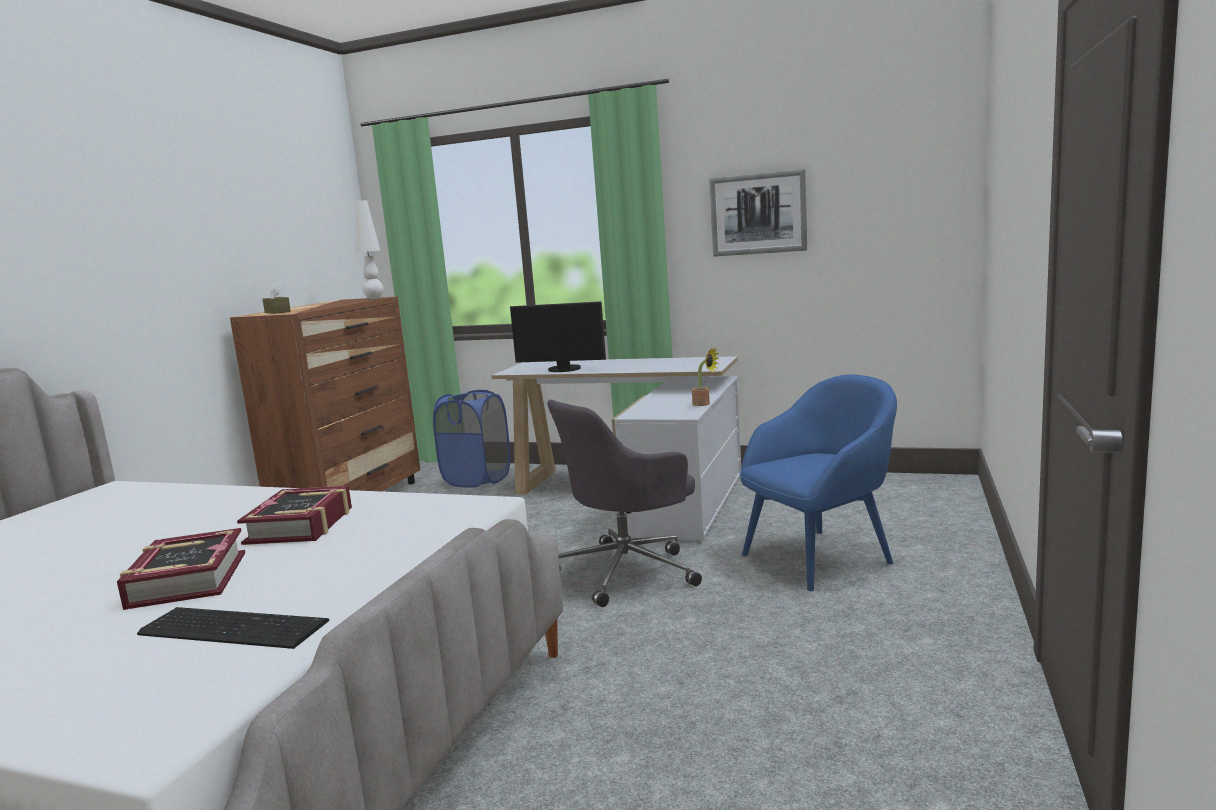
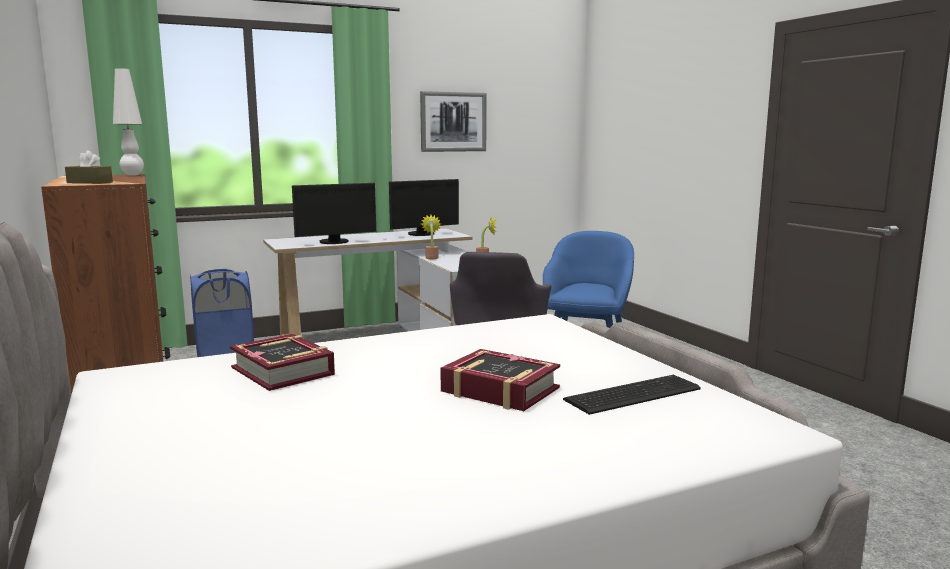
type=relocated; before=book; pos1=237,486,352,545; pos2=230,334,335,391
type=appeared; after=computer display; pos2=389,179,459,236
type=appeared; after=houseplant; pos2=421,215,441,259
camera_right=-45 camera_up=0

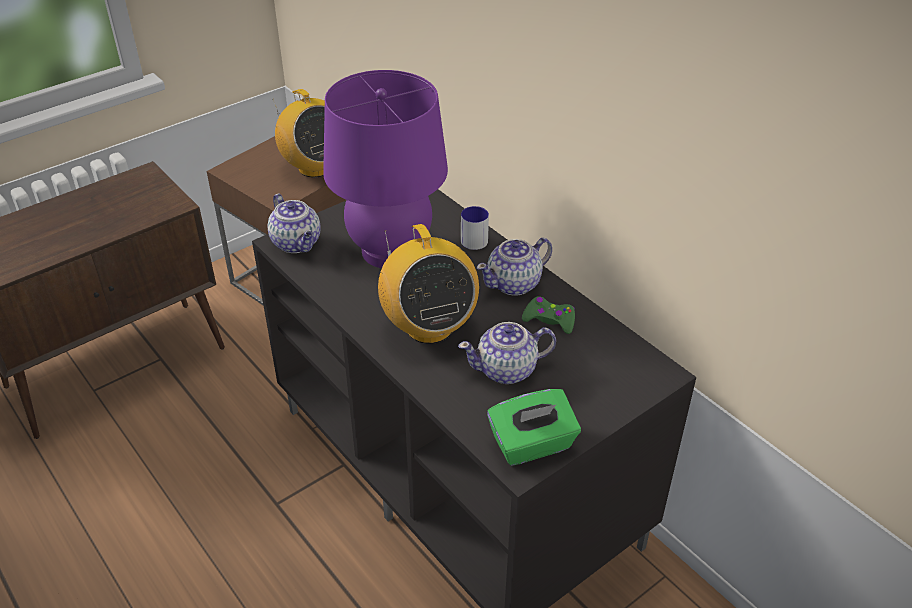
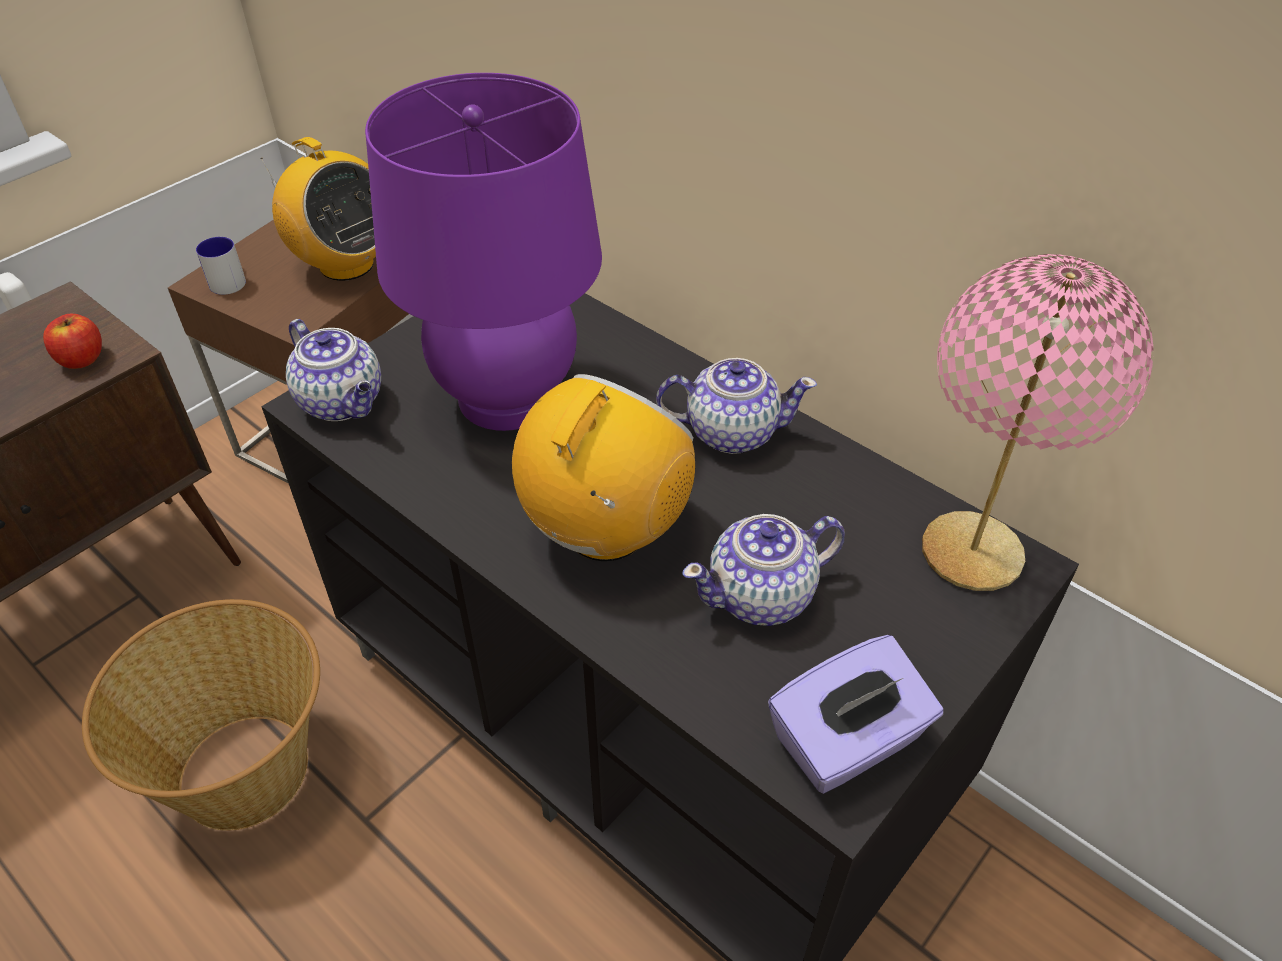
type=appeared; after=whole apple; pos2=43,314,102,369
type=appeared; after=storage basket; pos2=82,599,320,831
type=relocated; before=mug; pos1=461,206,489,250; pos2=196,237,246,295
type=spun; before=radio set; pos1=378,224,479,344; pos2=512,374,695,561; turn=-120
type=spun; before=teapot; pos1=477,238,552,296; pos2=656,358,817,454; turn=-135
type=colour; before=greenish box of tissues; after=purplish box of tissues; pos1=487,389,581,466; pos2=768,635,943,794
type=appeared; after=pink table lamp; pos2=922,254,1153,591
type=missing; before=greenish game controller; pos1=522,296,575,334
camera_right=-10 camera_up=5

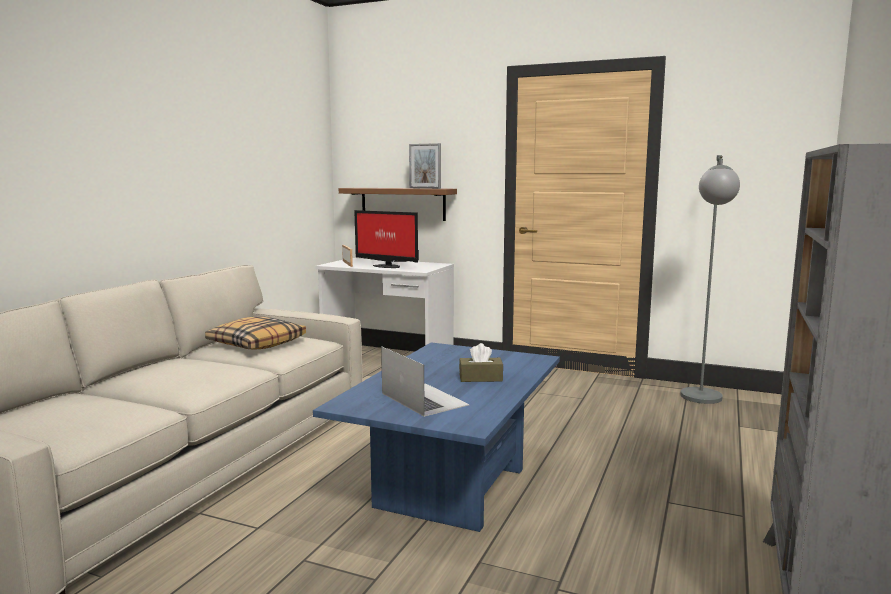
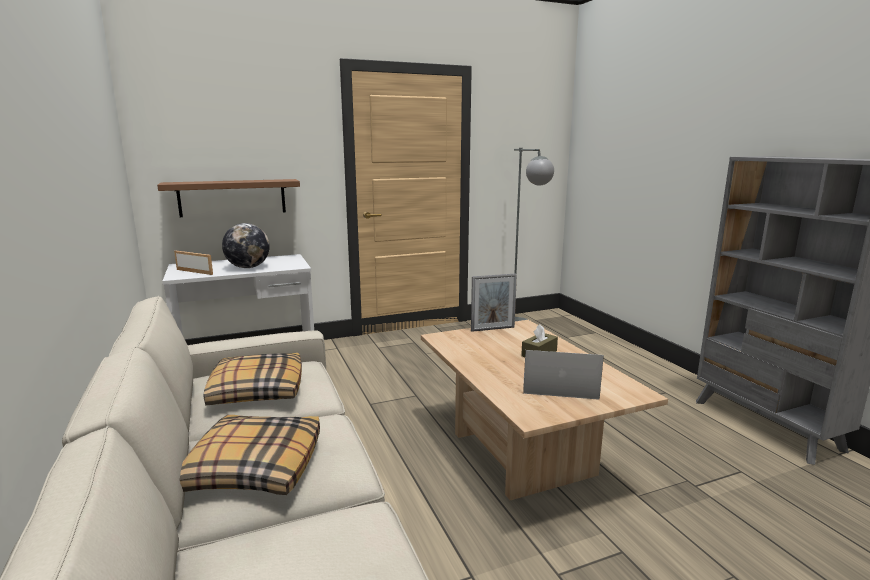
type=appeared; after=throw pillow; pos2=179,415,320,495
type=exchanged; before=computer display; after=desk globe; pos1=354,210,419,268; pos2=222,223,270,268
type=colour; before=blue low table; after=beige-coloured low table; pos1=313,343,560,532; pos2=421,320,668,500
type=relocated; before=picture frame; pos1=409,143,441,189; pos2=471,274,517,332
camera_right=-45 camera_up=5

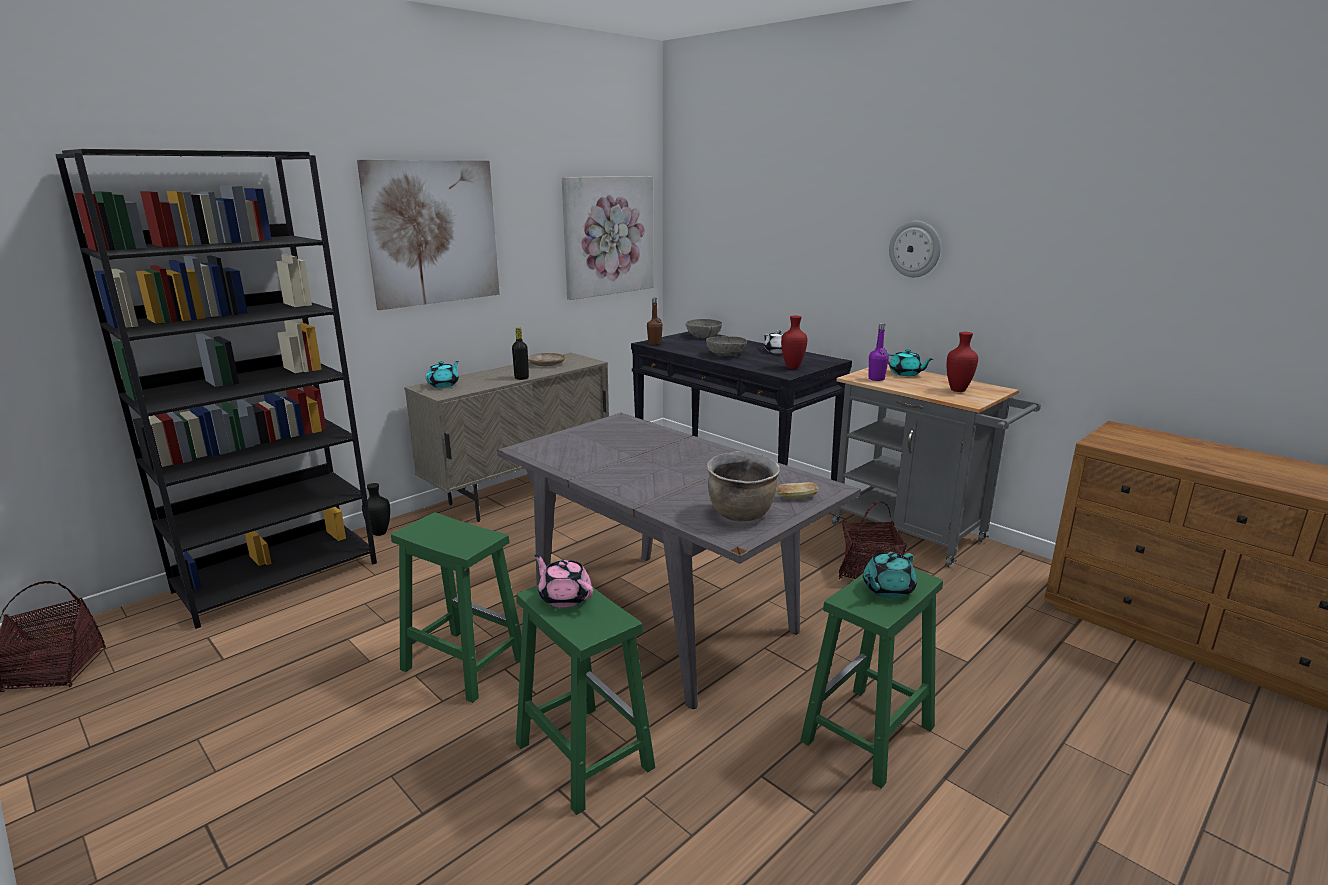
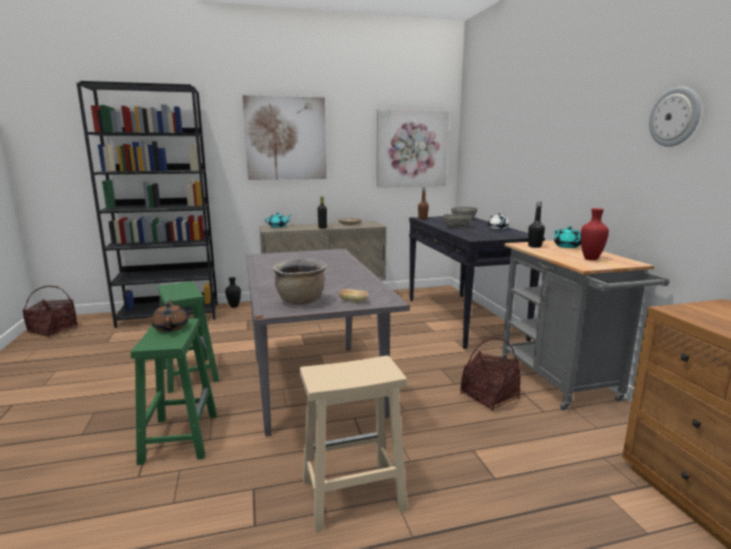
type=colour; before=pink teapot; after=brownish teapot; pos1=534,555,593,608; pos2=152,300,188,332
type=colour; before=greenish stool seat; after=beige-coloured stool seat; pos1=800,569,943,789; pos2=300,356,408,532
type=colour; before=purplish beverage bottle; after=blackish beverage bottle; pos1=869,323,889,381; pos2=528,201,545,248
type=relocated; before=clock on the wall; pos1=889,221,941,277; pos2=649,86,701,147
type=missing; before=reddish vase; pos1=781,315,807,369
type=missing; before=turquoise teapot; pos1=863,552,917,599
camera_right=30 camera_up=-5

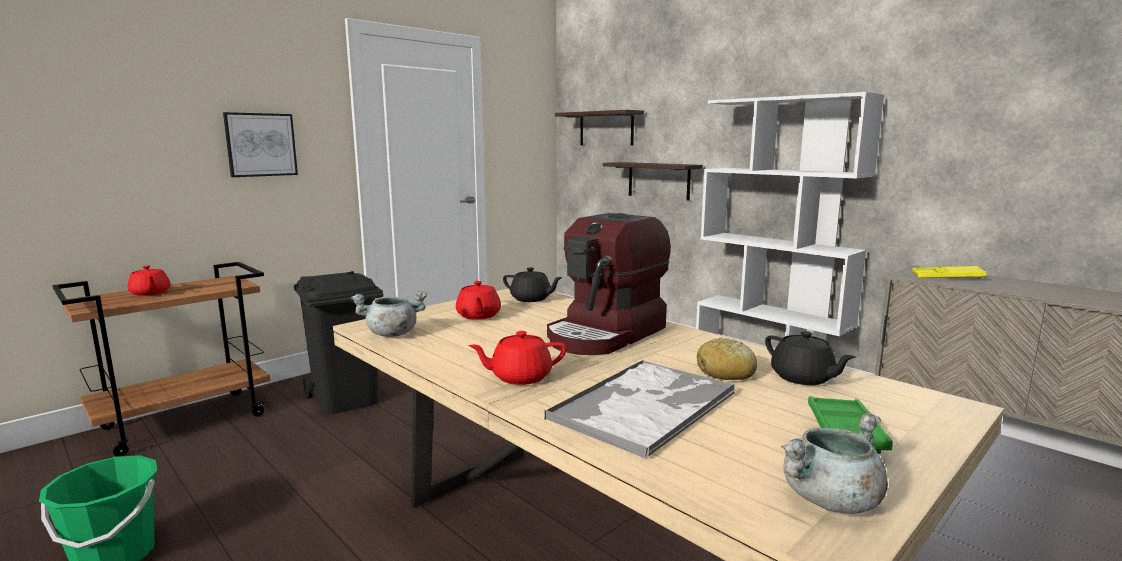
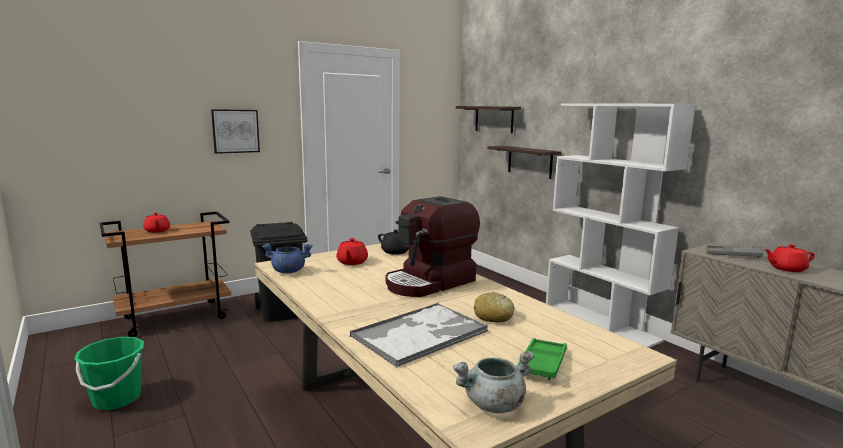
type=colour; before=gray saucepot; after=blue saucepot; pos1=351,291,427,337; pos2=262,244,313,273
type=colour; before=yellow serving tray; after=gray serving tray; pos1=912,266,987,278; pos2=706,245,763,258
type=relocated; before=reddish teapot; pos1=468,331,566,385; pos2=765,244,815,272
type=missing; before=blackish teapot; pos1=765,331,856,385
camera_right=10 camera_up=0

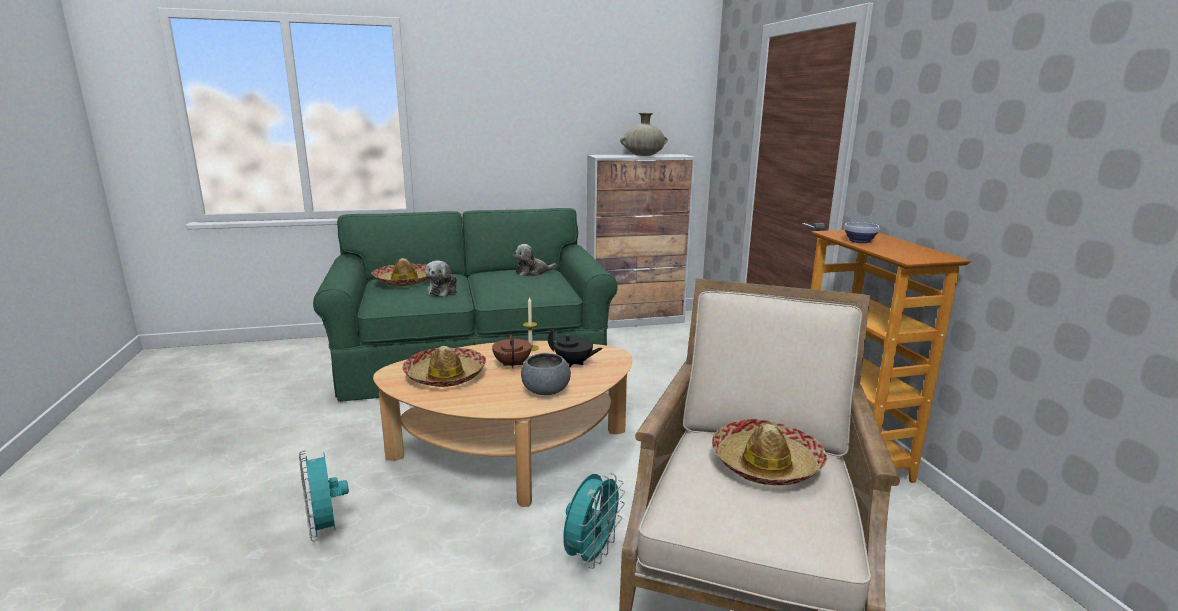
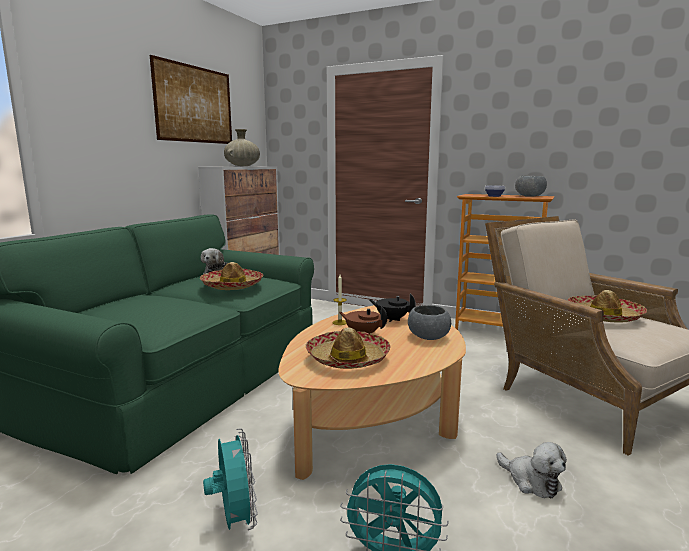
type=appeared; after=wall art; pos2=150,55,232,144
type=relocated; before=clothing hat; pos1=371,258,431,286; pos2=200,262,263,290
type=relocated; before=turquoise cooling fan; pos1=563,473,625,569; pos2=203,428,258,530
type=spun; before=blackish teapot; pos1=548,329,603,367; pos2=369,293,416,322; turn=-120
type=relocated; before=cuddly toy; pos1=425,260,457,297; pos2=496,442,567,498
type=appeared; after=gray deep dish; pos2=515,176,547,197
camera_right=-50 camera_up=-5

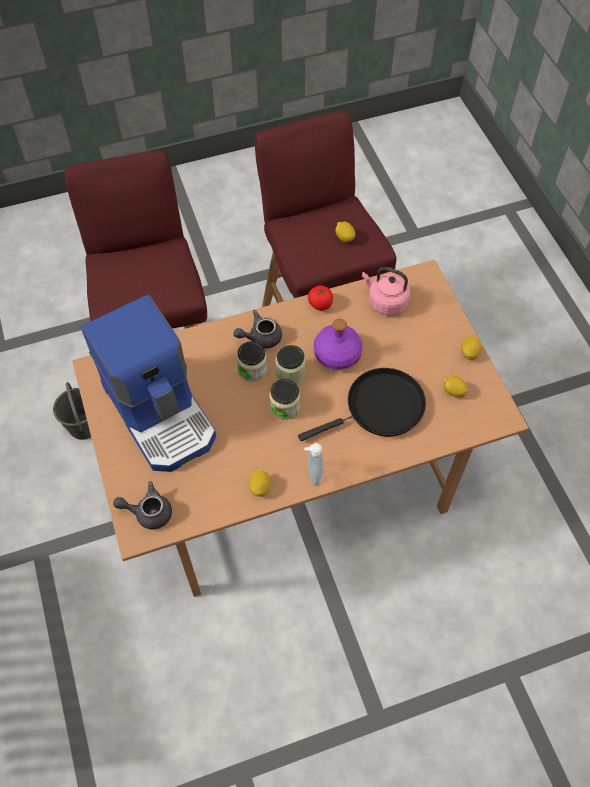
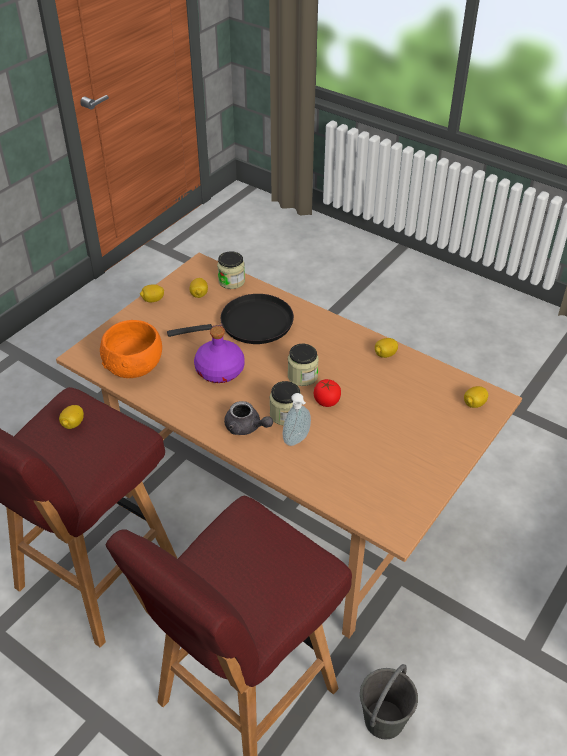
type=exchanged; before=pink water kettle; after=orange-coloured deep dish; pos1=362,267,411,315; pos2=100,320,162,378
type=spun; before=blackish frying pan; pos1=298,368,426,441; pos2=167,294,294,344; turn=135
type=relocated; before=jar; pos1=275,345,306,384; pos2=217,251,245,289
type=relocated; before=soap bottle; pos1=304,443,323,486; pos2=283,393,311,446
type=relocated; before=fresh tomato; pos1=308,285,333,310; pos2=314,379,341,407
type=exchanged; before=gray teapot; after=lemon; pos1=113,481,172,529; pos2=464,386,488,408
type=missing; before=coffee brewer; pos1=81,294,216,472
camera_right=-125 camera_up=-15

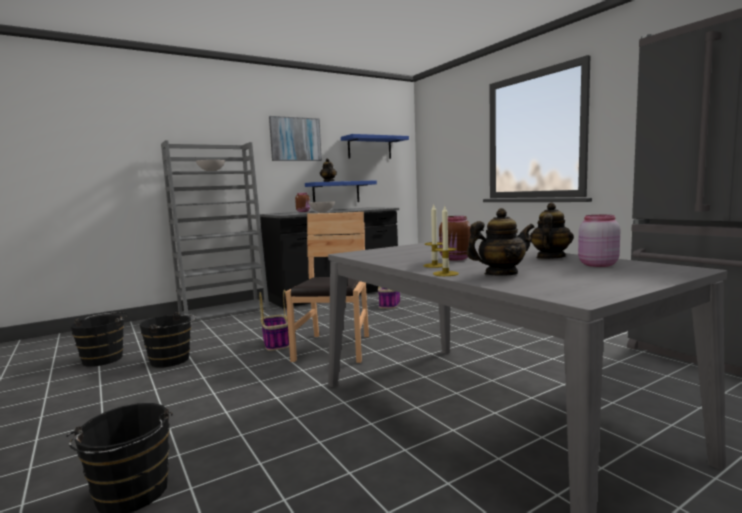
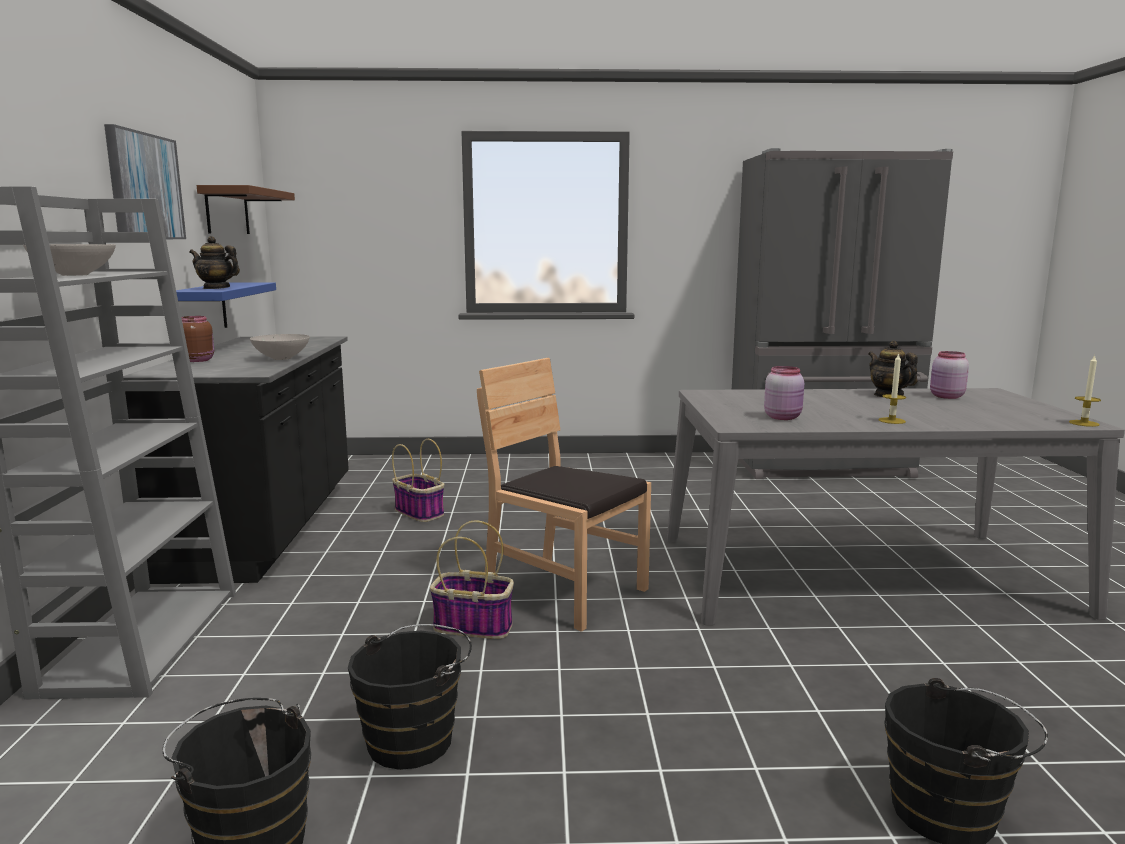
type=colour; before=blue bracket shelf; after=brownish bracket shelf; pos1=341,134,409,159; pos2=197,185,295,234
type=appeared; after=pink jar; pos2=764,366,804,420
type=relocated; before=candle; pos1=433,206,459,276; pos2=1069,355,1101,427
type=missing; before=brownish jar; pos1=439,216,471,261
type=missing; before=teapot; pos1=467,208,534,275
camera_right=-60 camera_up=5

